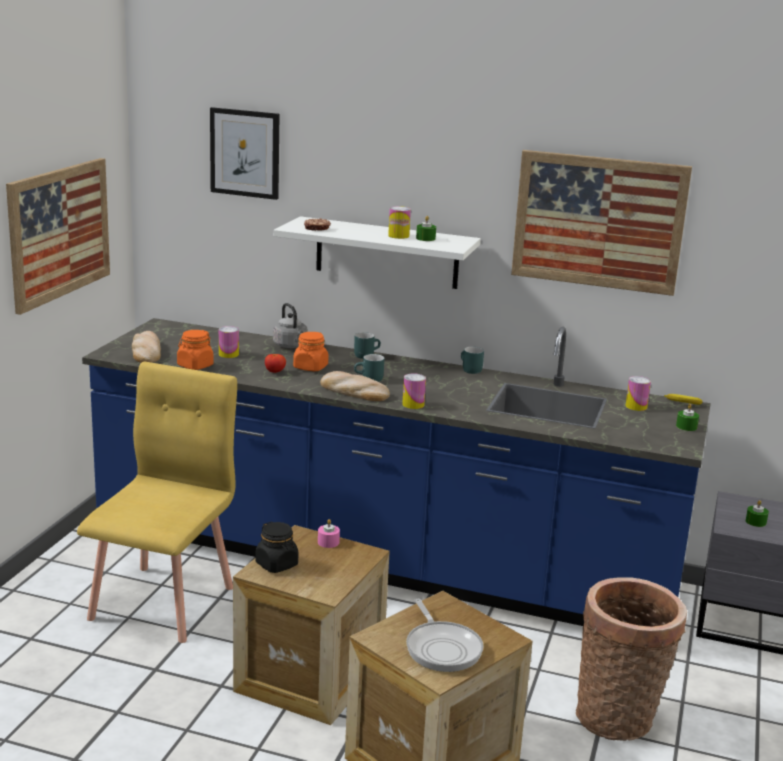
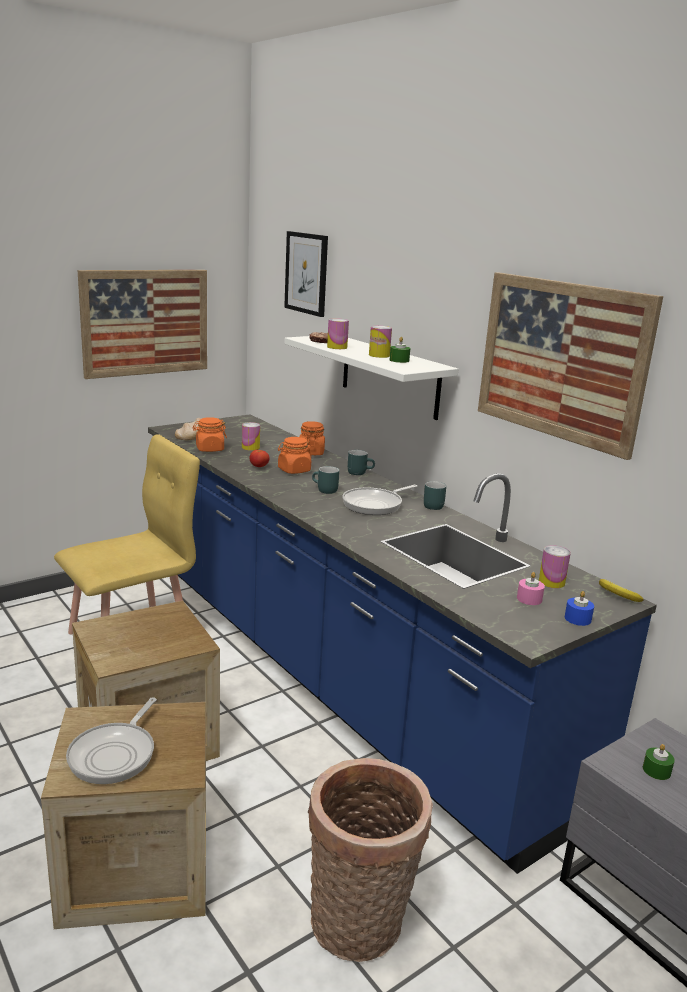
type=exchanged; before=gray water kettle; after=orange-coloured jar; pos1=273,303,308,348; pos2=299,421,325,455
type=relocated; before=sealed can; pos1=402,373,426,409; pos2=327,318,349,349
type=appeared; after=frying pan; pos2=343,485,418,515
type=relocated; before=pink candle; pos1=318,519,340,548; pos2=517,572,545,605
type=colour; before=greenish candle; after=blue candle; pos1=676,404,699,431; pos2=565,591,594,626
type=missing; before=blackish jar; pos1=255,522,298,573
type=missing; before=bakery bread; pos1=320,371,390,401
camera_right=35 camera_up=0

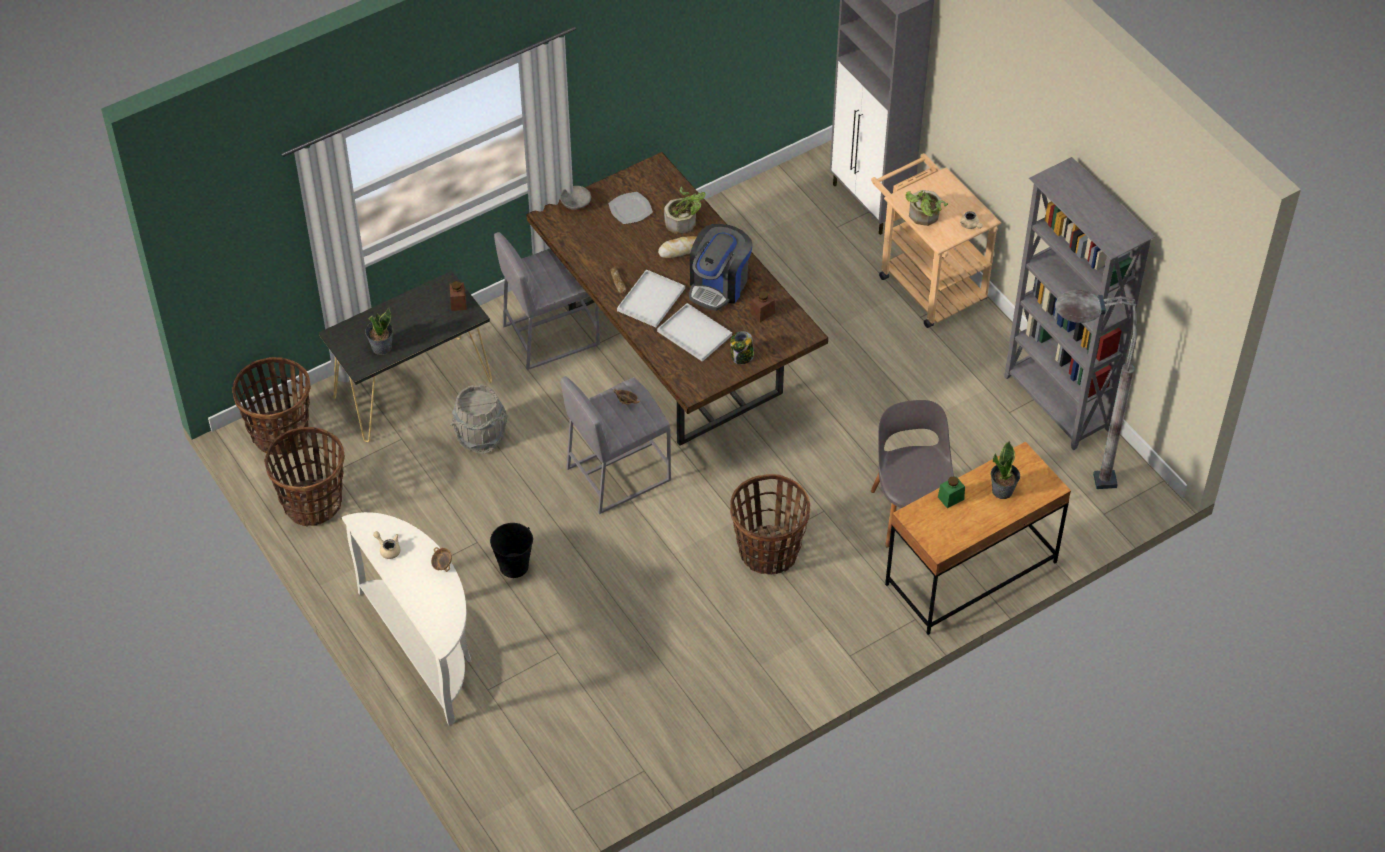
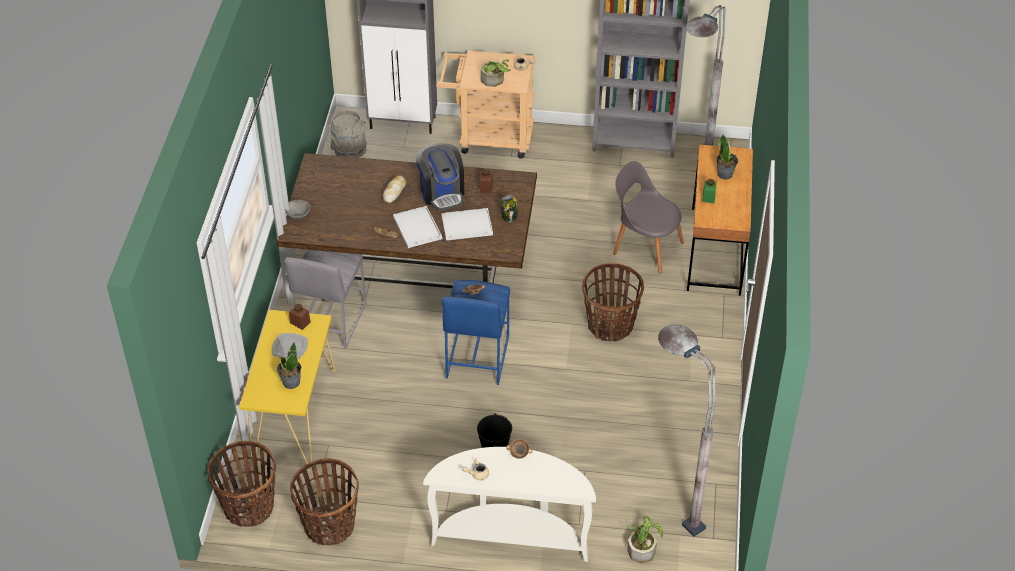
type=colour; before=blackish hall table; after=yellow hall table; pos1=319,271,492,442; pos2=239,310,336,464
type=relocated; before=plate; pos1=608,192,653,224; pos2=272,333,308,359
type=relocated; before=gray water bucket; pos1=450,385,508,454; pos2=328,110,367,158
type=colour; before=gray stool seat; after=blue stool seat; pos1=561,376,671,514; pos2=442,280,510,385
type=relocated; before=houseplant; pos1=664,187,706,234; pos2=626,515,663,563
type=appeared; after=gray standing lamp; pos2=658,324,715,537
camera_right=-50 camera_up=-5

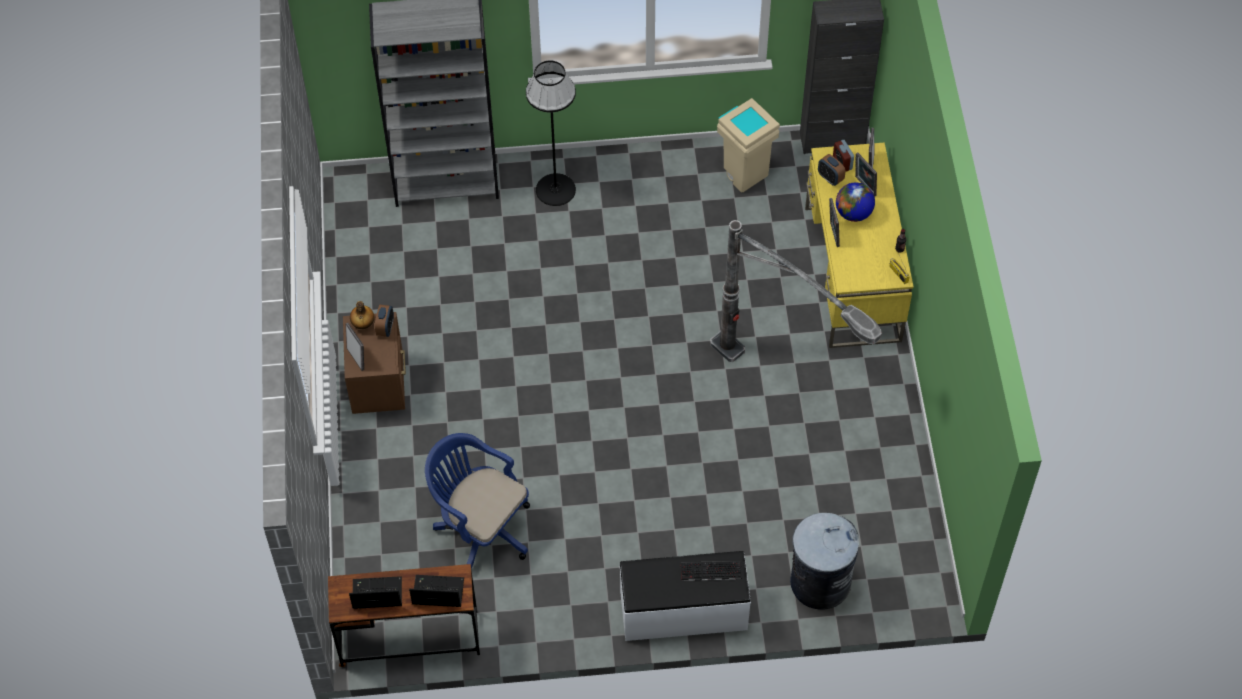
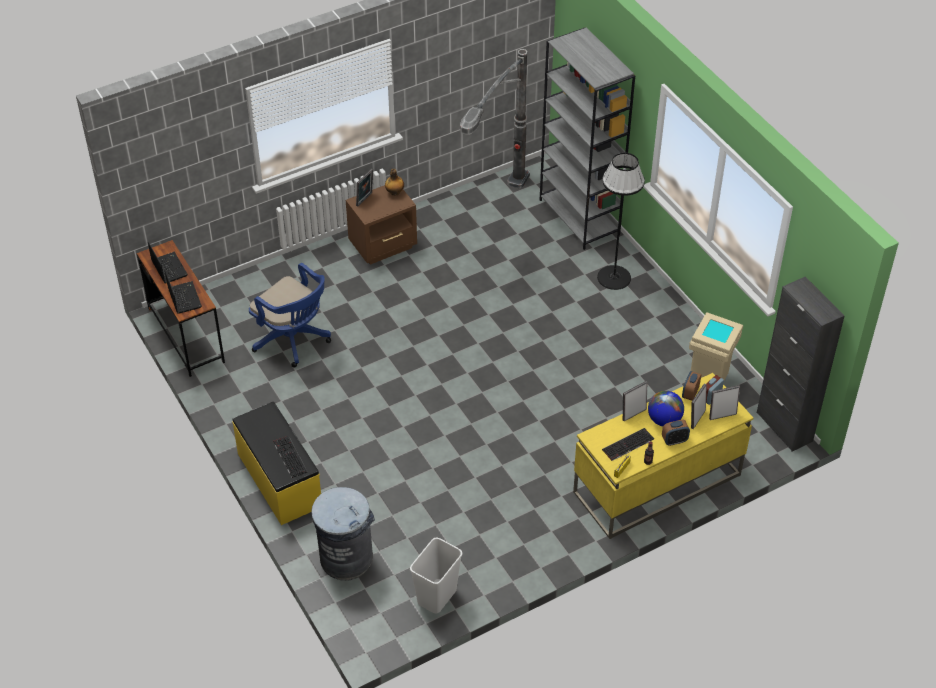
type=colour; before=white-coloured bench; after=yellow bench; pos1=619,551,751,641; pos2=232,402,321,525
type=spun; before=blue desk chair; pos1=425,433,530,569; pos2=249,263,331,368; turn=120
type=appeared; after=white-coloured rubbish bin; pos2=410,538,462,613
type=relocated; before=standing lamp; pos1=710,220,882,362; pos2=460,49,530,189
type=appeared; after=PC keyboard; pos2=602,428,654,461
type=relocated; before=table clock; pos1=375,305,394,337; pos2=662,420,690,446
camera_right=65 camera_up=-10

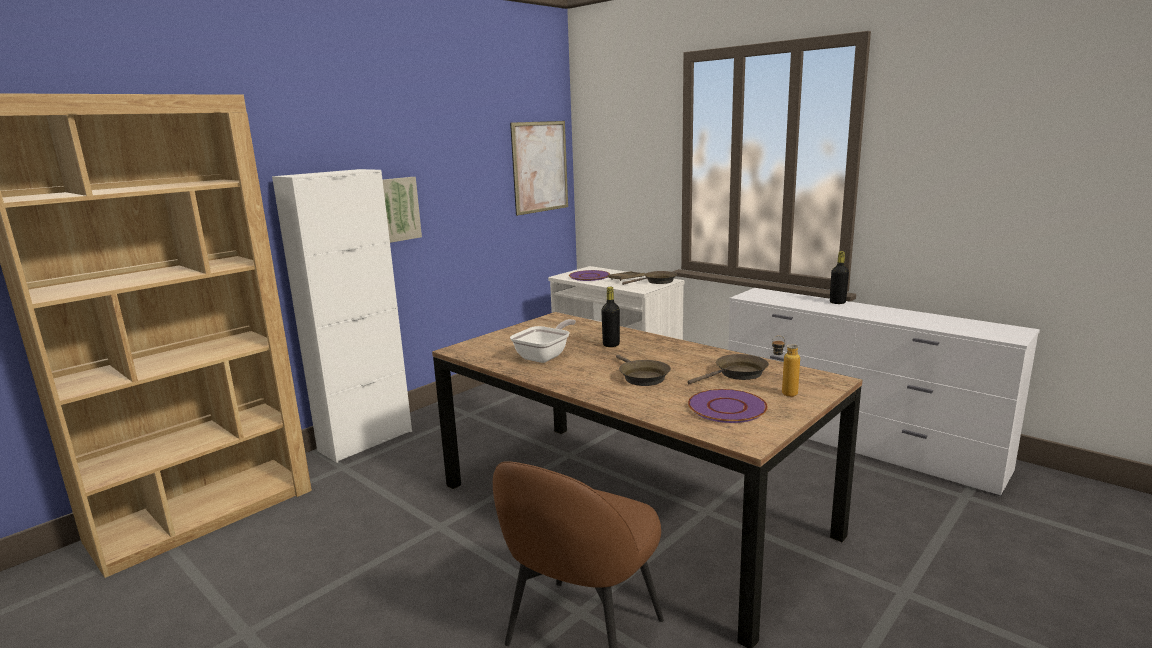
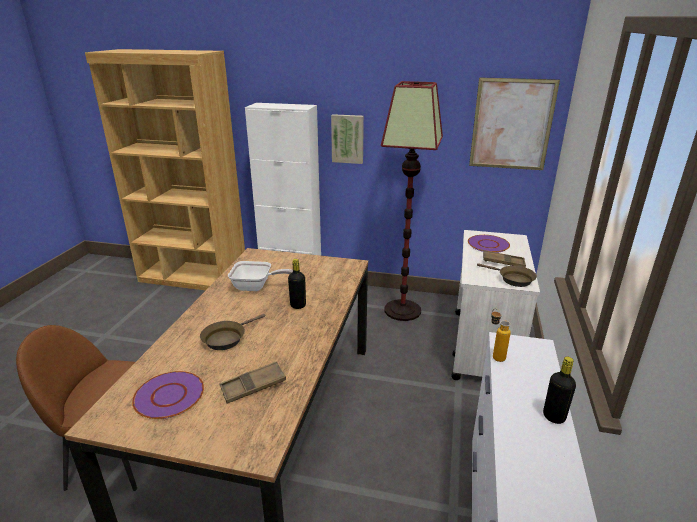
type=exchanged; before=brownish frying pan; after=brownish serving tray; pos1=687,354,769,384; pos2=219,361,286,404
type=appeared; after=standing lamp; pos2=381,81,443,321
type=relocated; before=beverage bottle; pos1=772,336,800,397; pos2=491,308,511,362
camera_right=60 camera_up=10

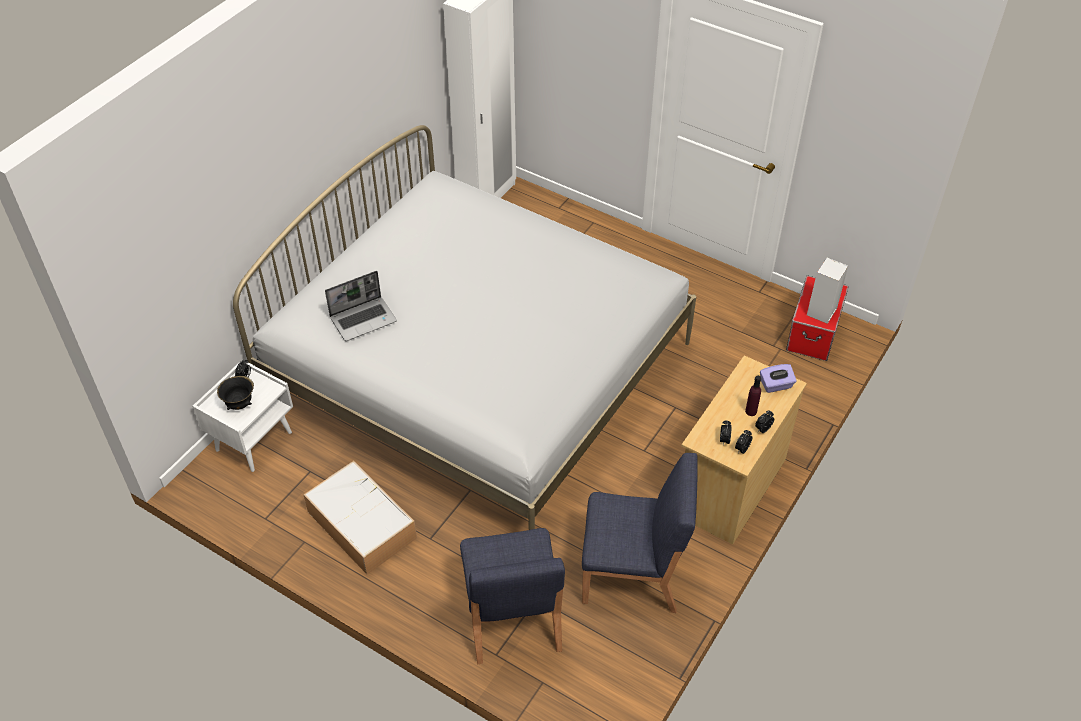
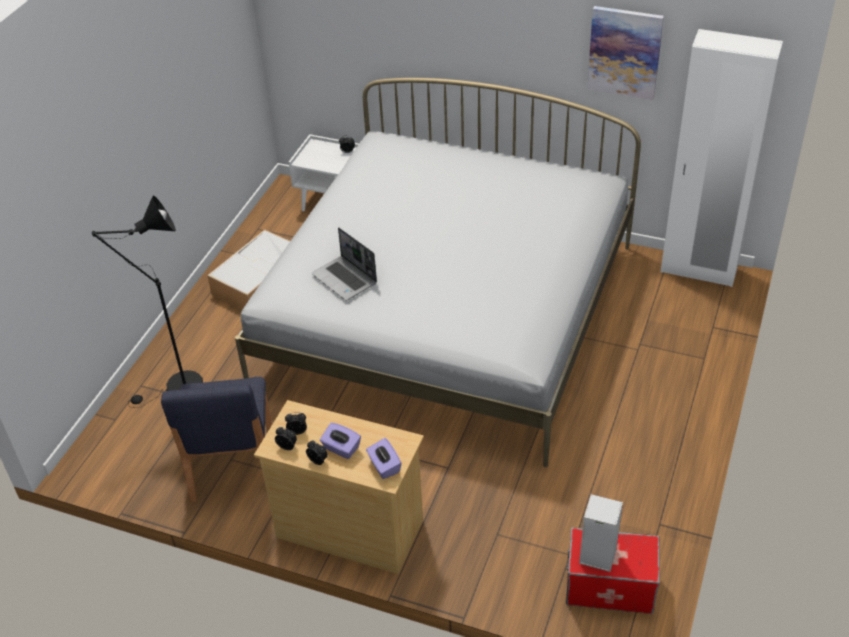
type=exchanged; before=blue upright chair; after=blackish standing lamp; pos1=460,528,565,664; pos2=92,195,203,408
type=relocated; before=portable computer; pos1=325,271,397,341; pos2=312,227,377,301
type=exchanged; before=purplish beverage bottle; after=purplish box of tissues; pos1=745,376,761,416; pos2=320,423,361,459
type=appeared; after=wall art; pos2=587,6,664,100
type=missing; before=blackish deep dish; pos1=217,376,254,410
camera_right=80 camera_up=-5

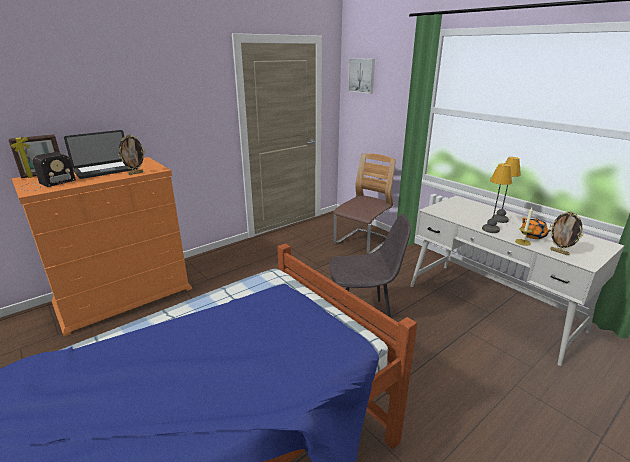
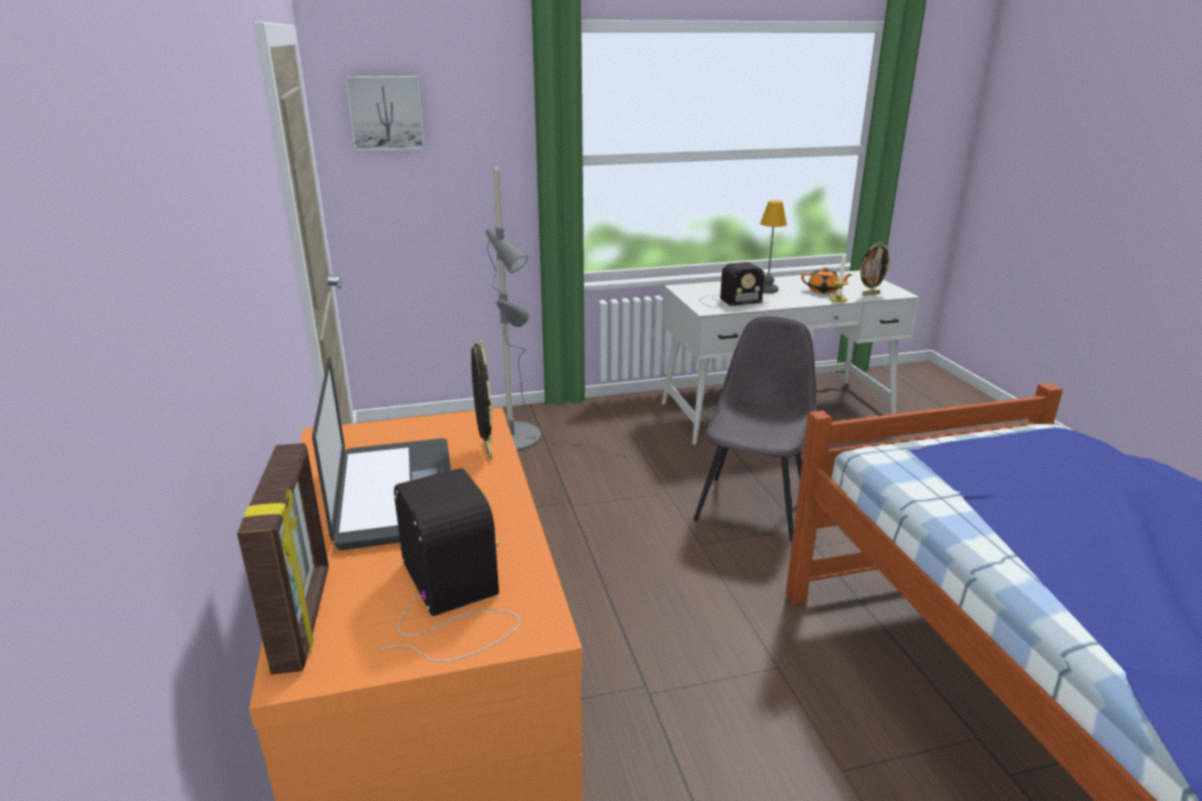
type=exchanged; before=upright chair; after=gray standing lamp; pos1=333,153,396,254; pos2=486,167,656,462
type=appeared; after=radio set; pos2=699,262,764,308
type=missing; before=table lamp; pos1=482,163,512,233
camera_right=-65 camera_up=0

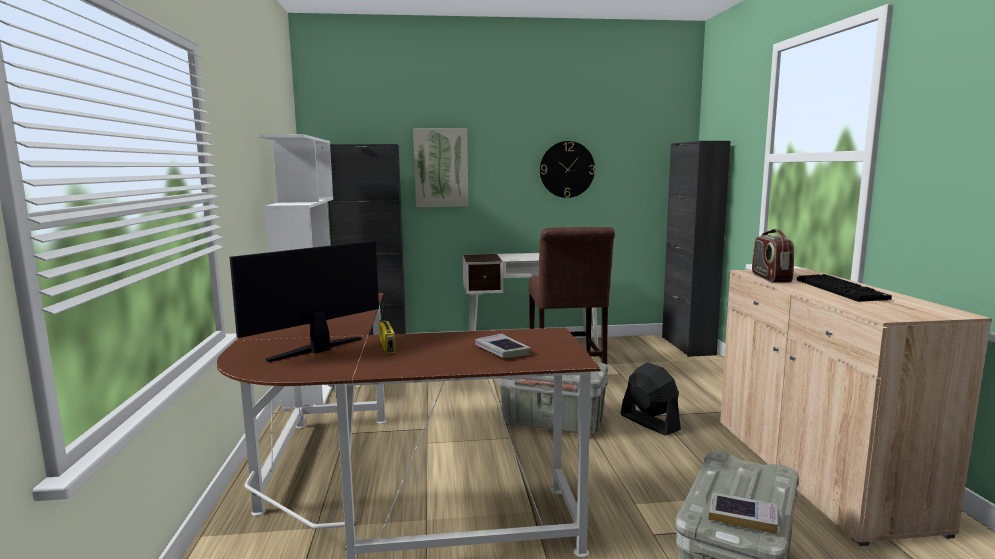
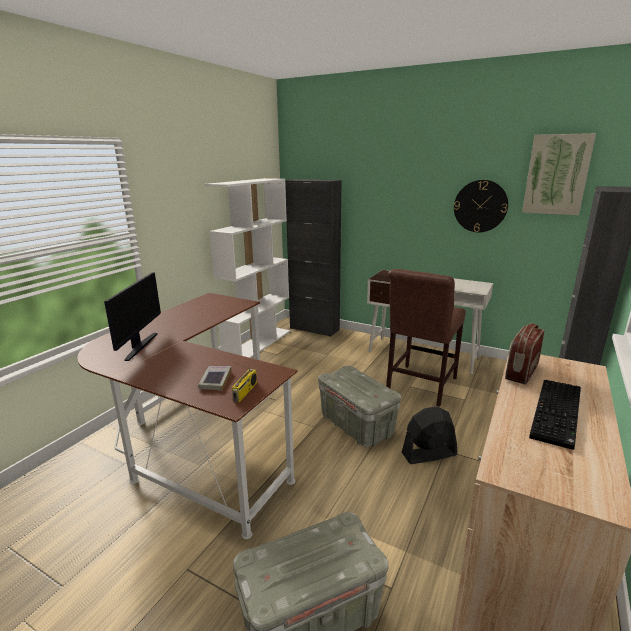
type=spun; before=computer display; pos1=230,241,379,362; pos2=104,272,161,361; turn=105
type=relocated; before=radio set; pos1=379,301,396,354; pos2=232,362,257,402
type=spun; before=blackish cooling fan; pos1=621,363,681,435; pos2=402,407,457,464; turn=-105
type=relocated; before=wall art; pos1=413,128,469,207; pos2=522,133,596,215
type=missing; before=book; pos1=709,492,778,534
camera_right=35 camera_up=10

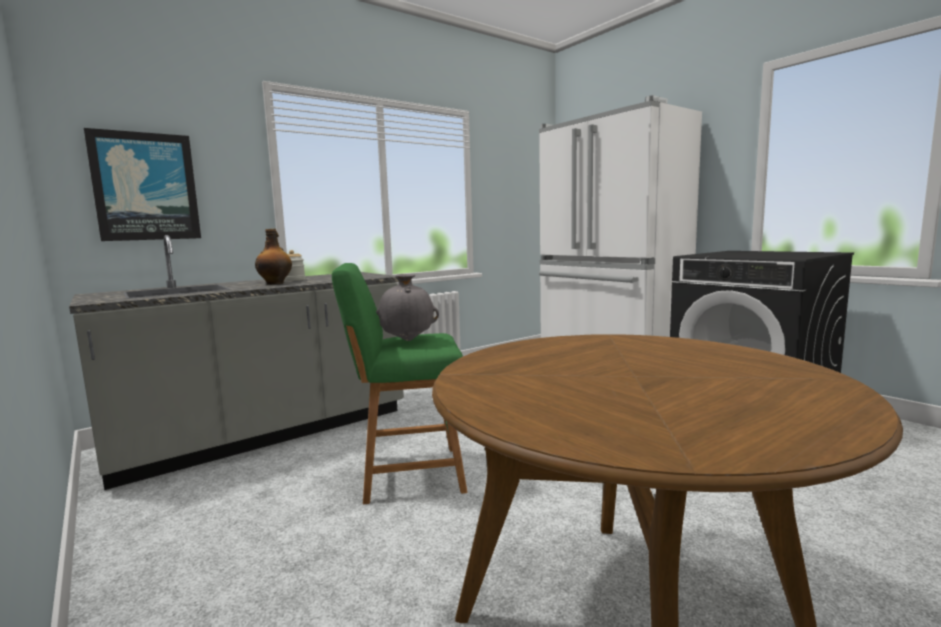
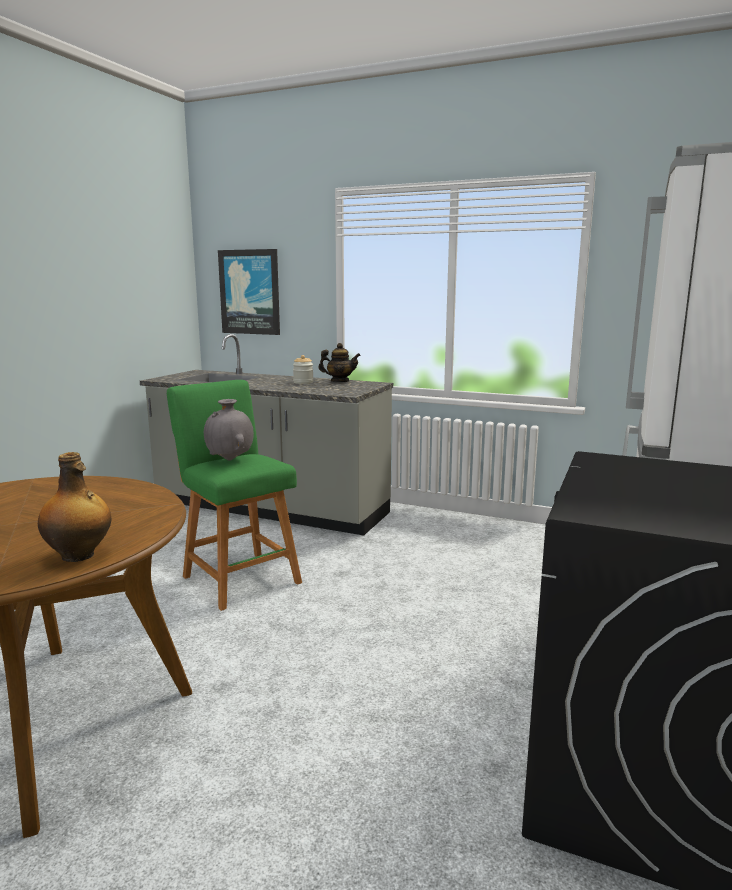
type=relocated; before=beverage bottle; pos1=255,229,292,285; pos2=38,452,111,562
type=appeared; after=teapot; pos2=319,343,361,382
camera_right=60 camera_up=5

